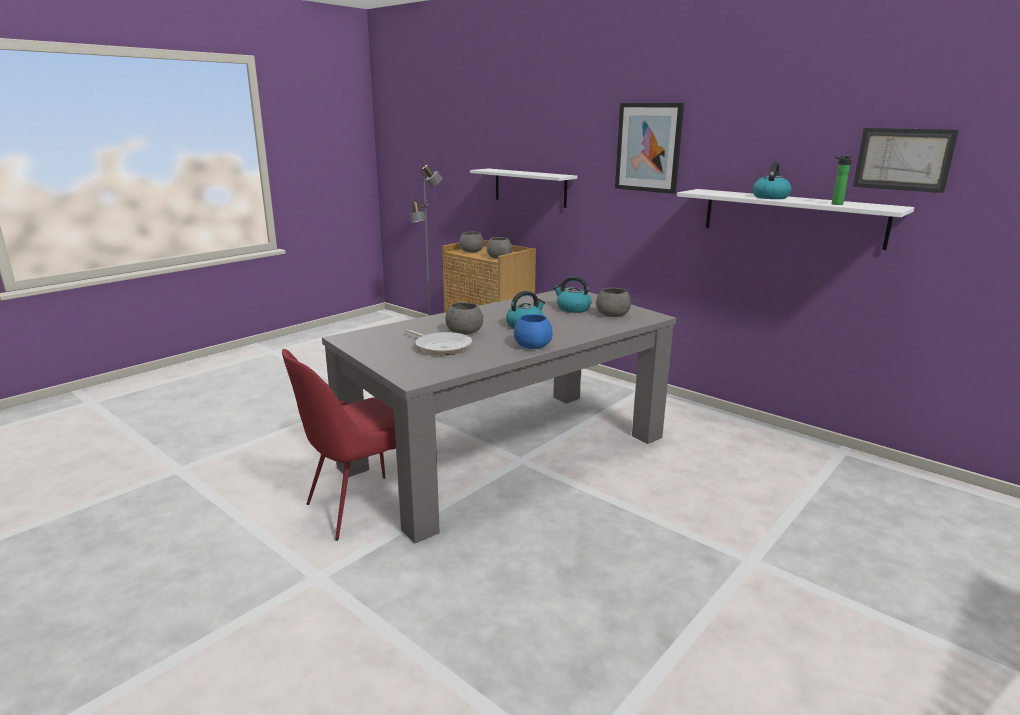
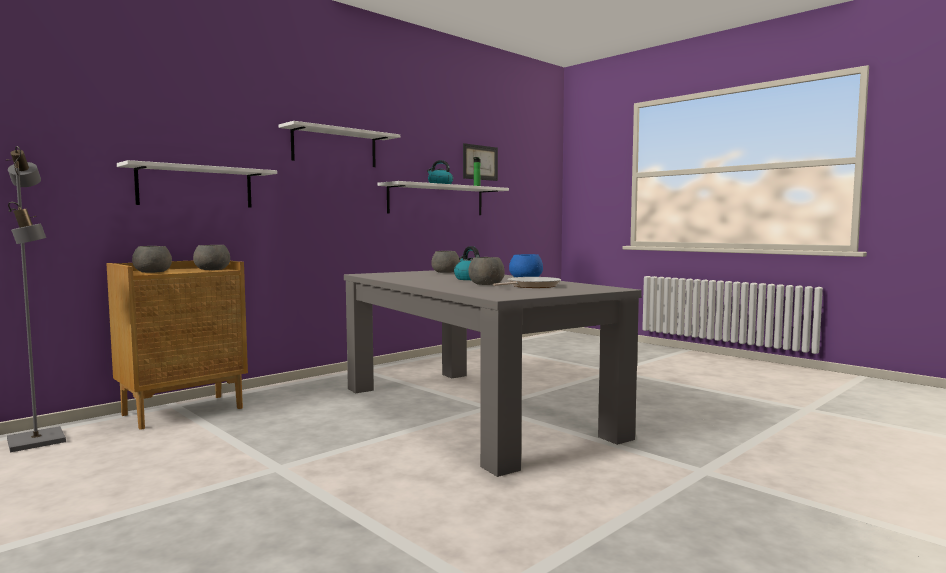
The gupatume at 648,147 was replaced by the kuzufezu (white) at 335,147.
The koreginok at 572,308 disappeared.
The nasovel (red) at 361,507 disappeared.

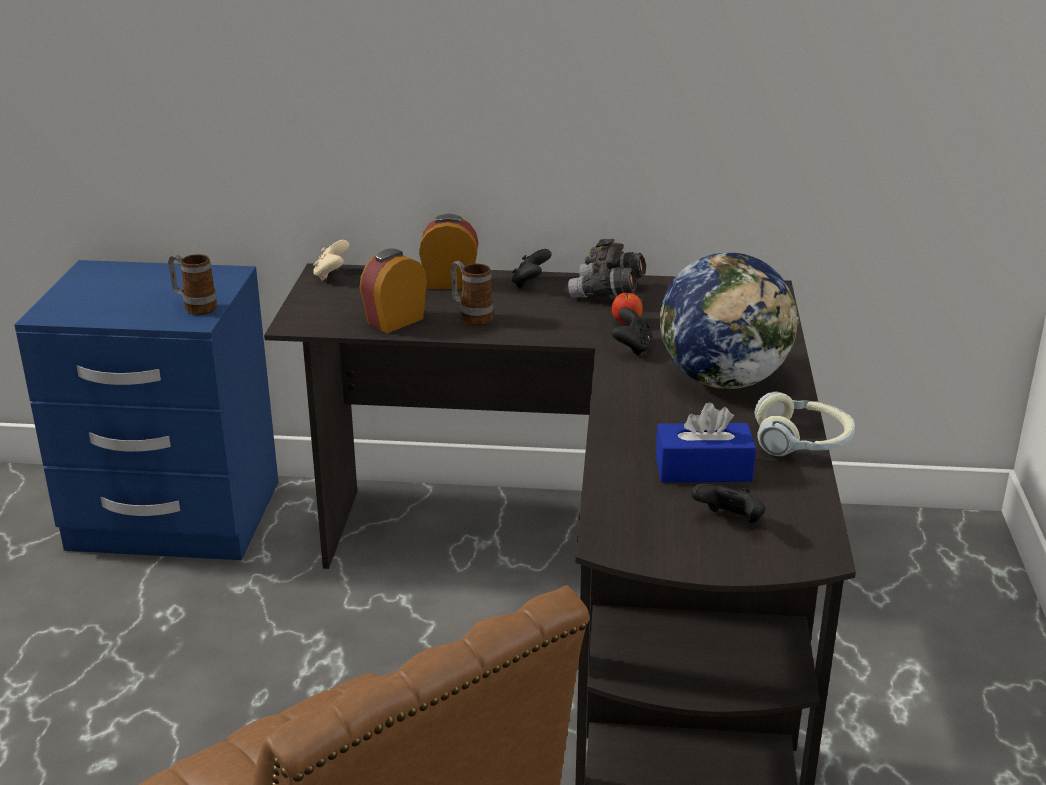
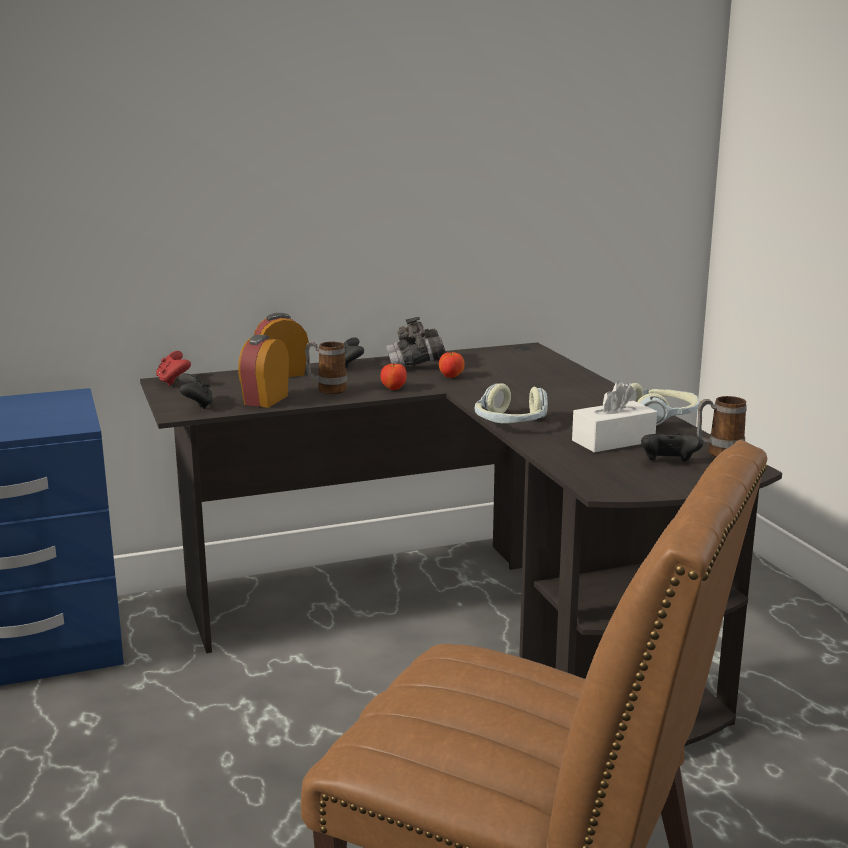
The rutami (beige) at 331,275 became the rutami (red) at 173,381.
The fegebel at 724,380 disappeared.
The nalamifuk moved from 195,307 to 718,454.
The rutami (black) moved from 632,348 to 197,405.
The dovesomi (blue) at 703,469 became the dovesomi (white) at 613,441.
The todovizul at 394,389 appeared.
The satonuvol at 510,423 appeared.

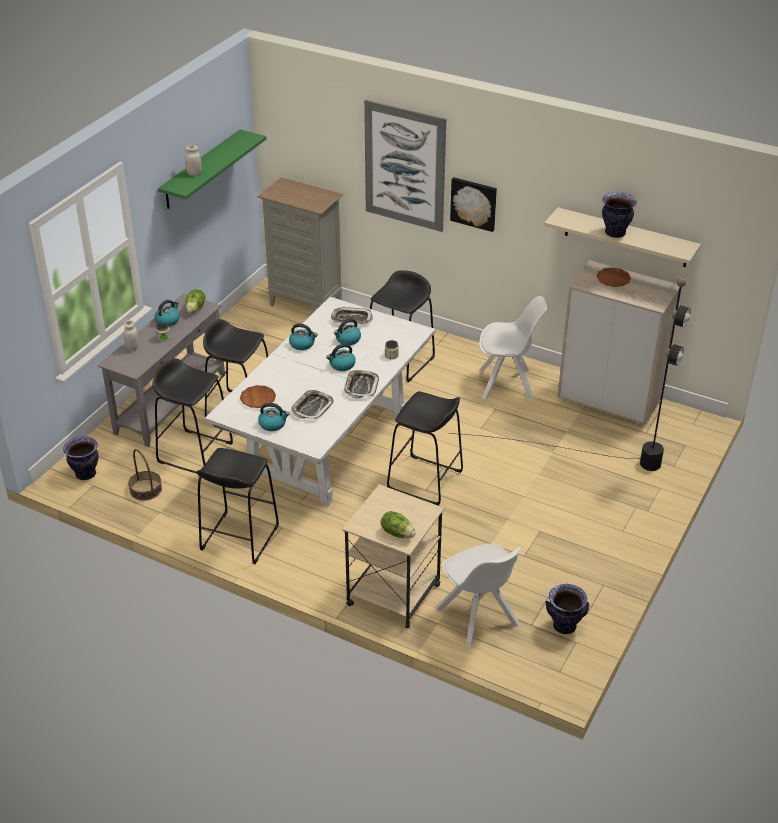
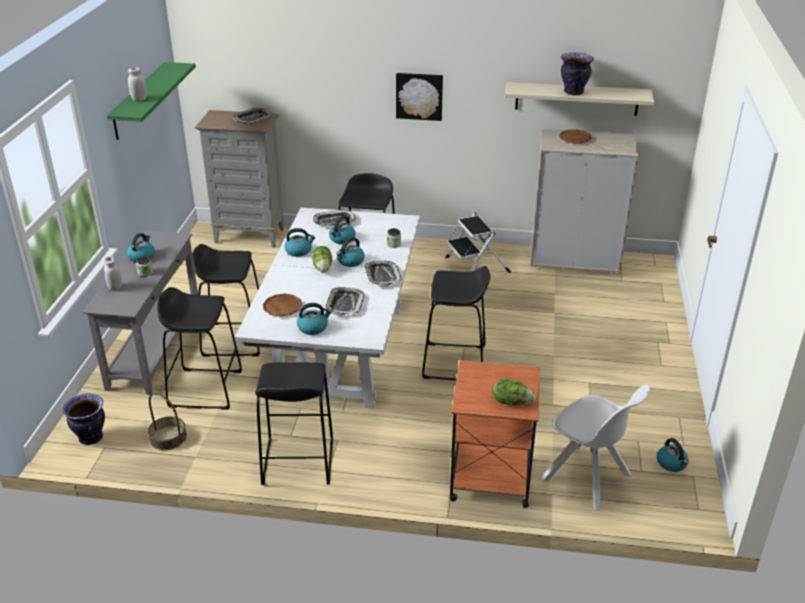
The gupatume at 404,166 disappeared.
The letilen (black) at 592,454 disappeared.
The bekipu moved from 196,308 to 323,267.
The nasovel (white) at 507,384 was replaced by the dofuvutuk at 476,266.
The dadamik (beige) at 392,593 became the dadamik (orange) at 489,477.
The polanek at 564,626 was replaced by the koreginok at 672,464.
The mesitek at 252,119 appeared.

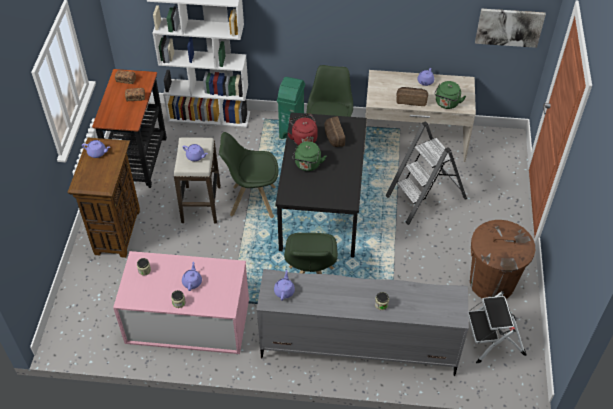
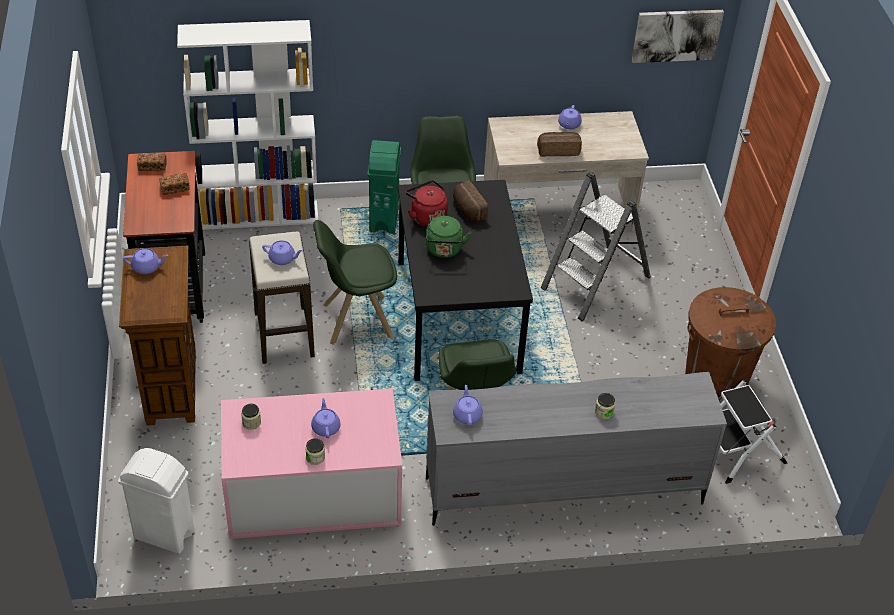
The koreginok (green) at 446,104 disappeared.
The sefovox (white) at 165,535 appeared.

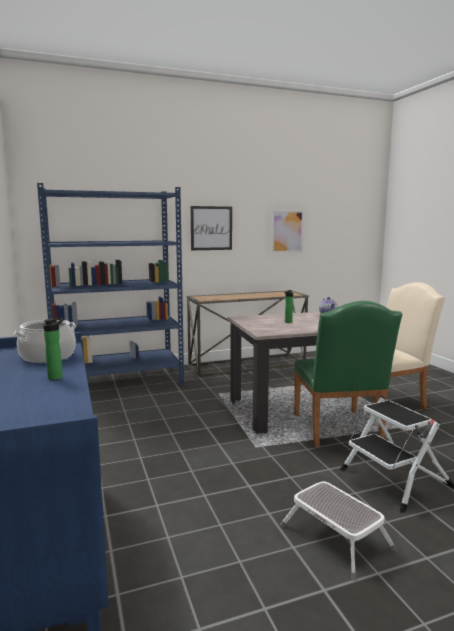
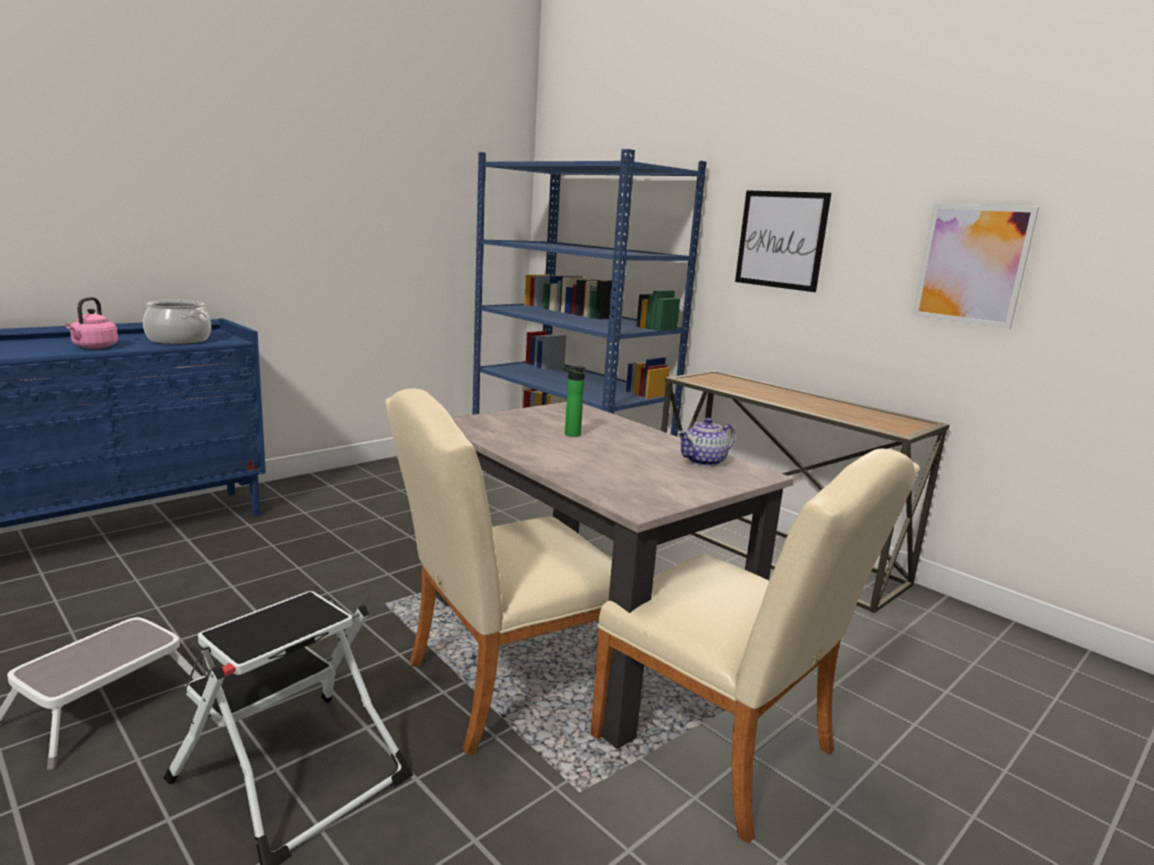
The nasovel (green) at 338,431 became the nasovel (beige) at 498,685.
The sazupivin at 57,377 was replaced by the koreginok (pink) at 94,347.

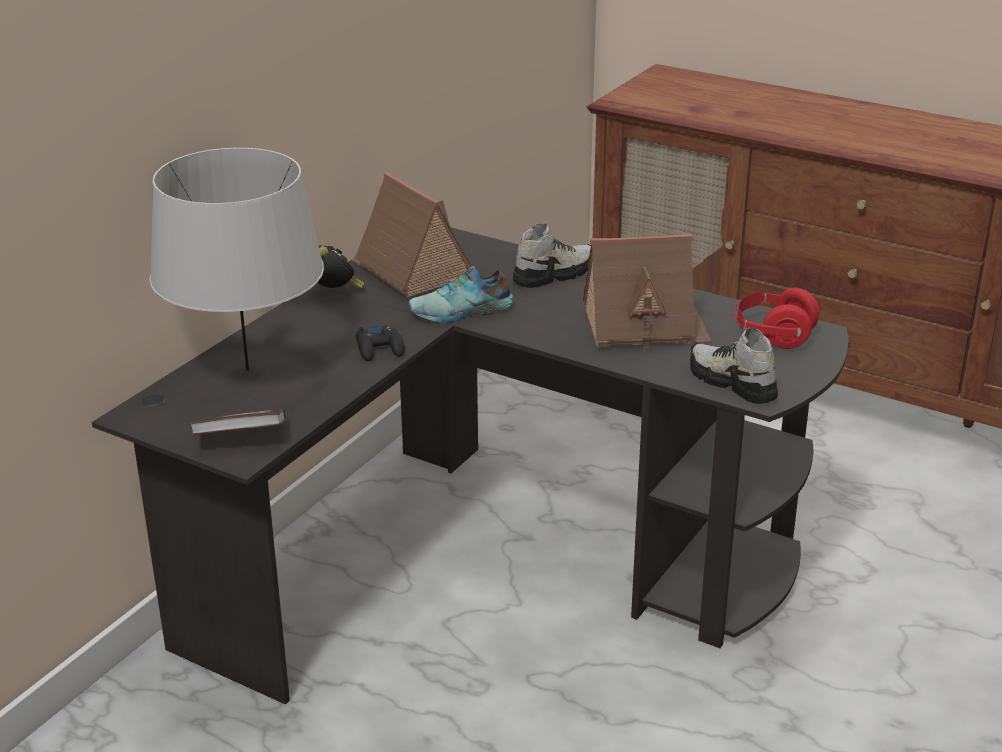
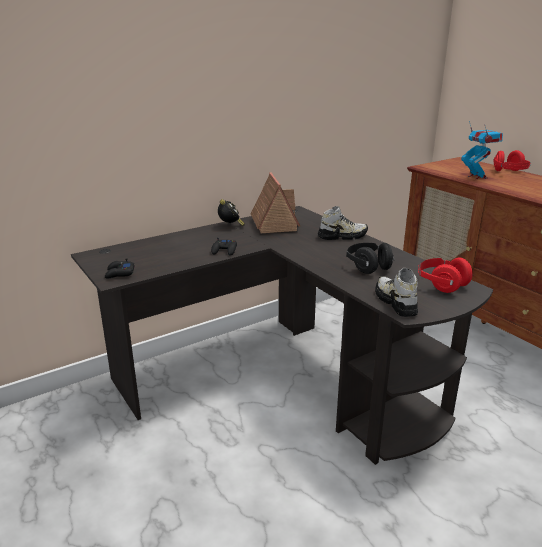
The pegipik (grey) at 246,370 disappeared.
The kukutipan at 644,327 was replaced by the satonuvol (black) at 368,267.
The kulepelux at 462,312 disappeared.
The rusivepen at 240,439 was replaced by the rutami (black) at 119,273.
The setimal at 477,177 appeared.
The satonuvol (red) at 509,172 appeared.

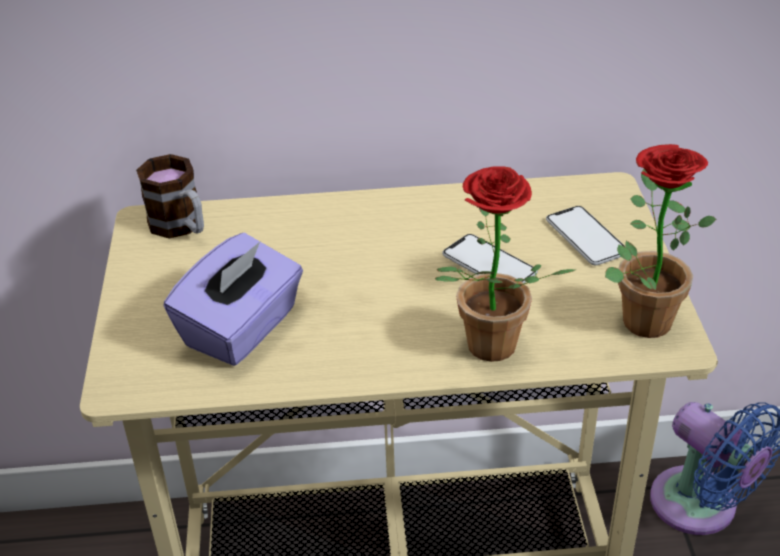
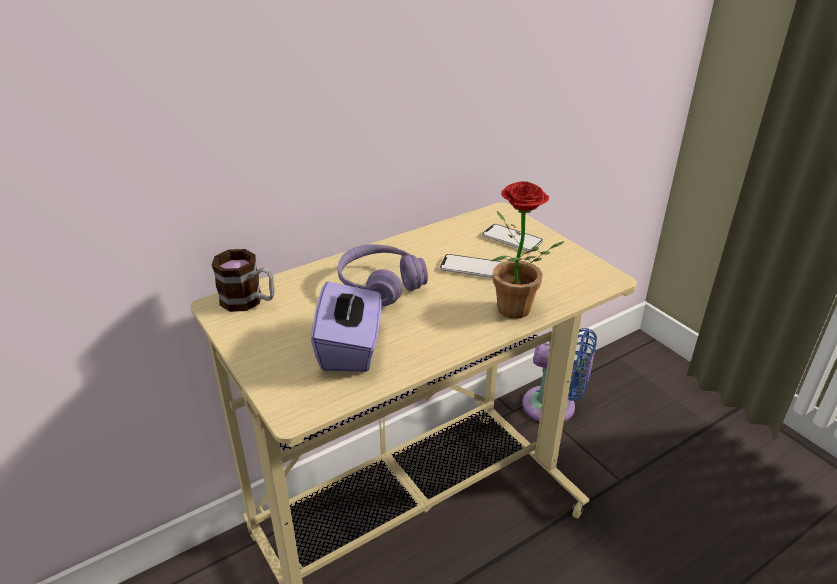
The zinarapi at 641,315 disappeared.
The satonuvol (purple) at 380,285 appeared.

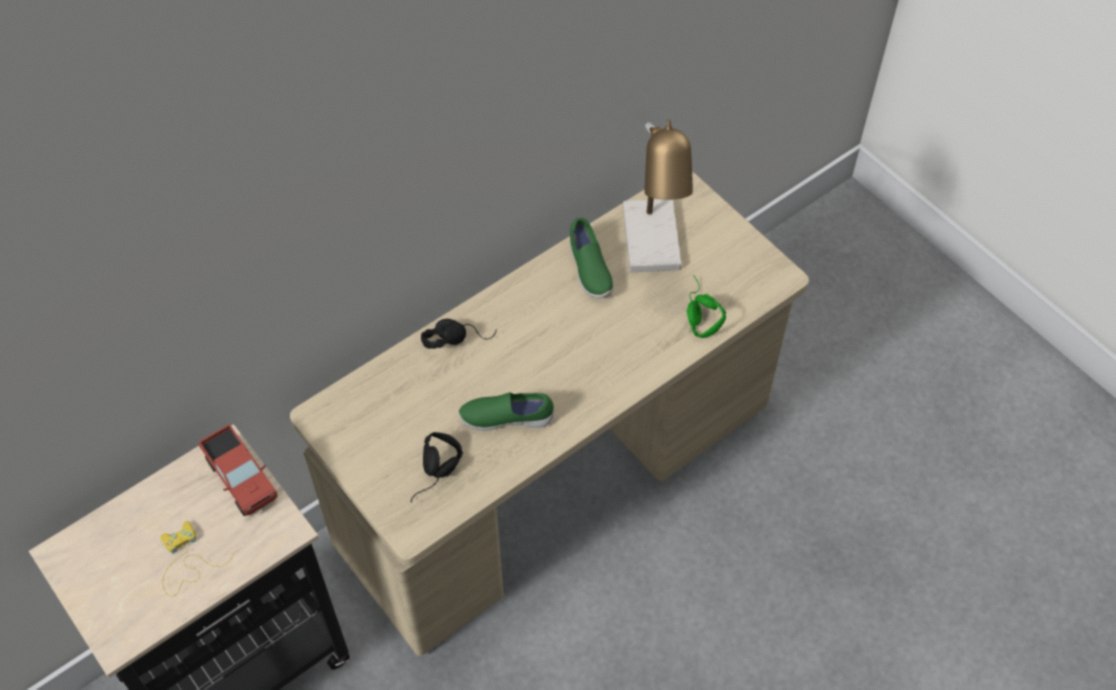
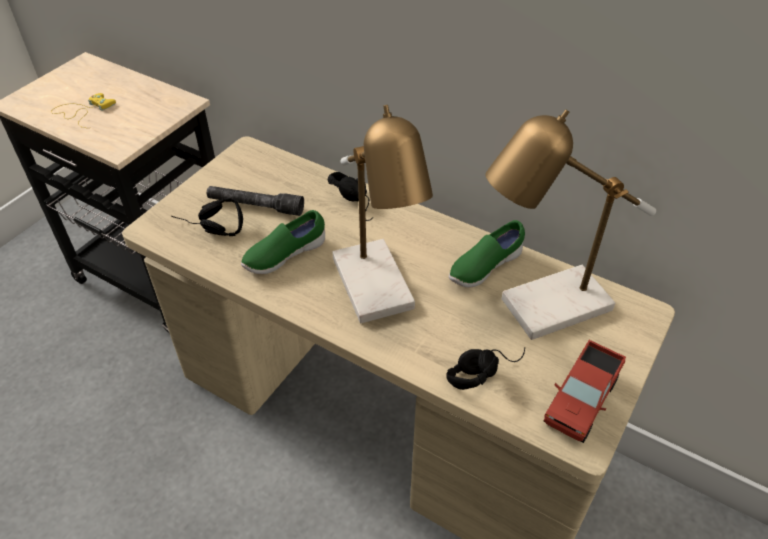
The satonuvol (green) at 696,312 became the satonuvol (black) at 483,369.
The kulepelux (green) at 506,418 turned 105 degrees counterclockwise.
The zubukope moved from 241,479 to 581,401.
The pegipik at 379,293 appeared.
The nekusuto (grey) at 255,206 appeared.

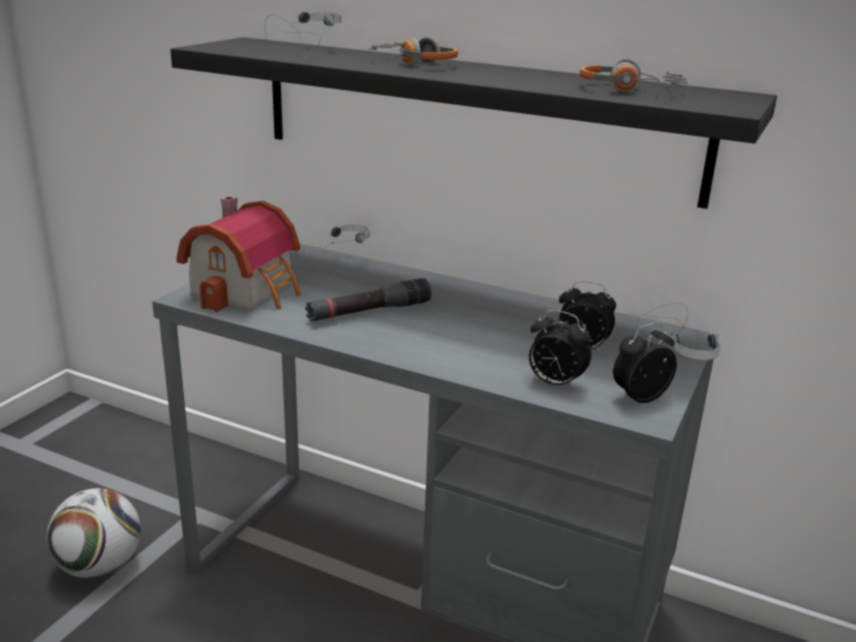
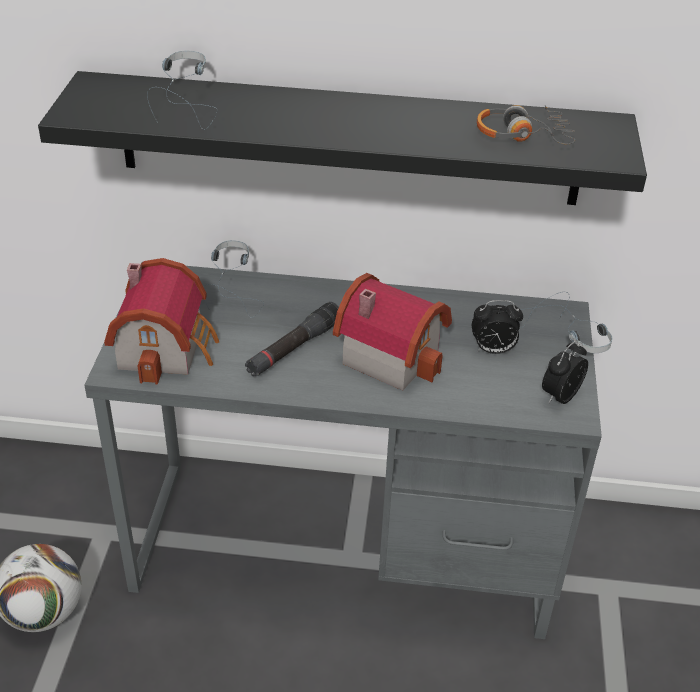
The satonuvol at 416,62 disappeared.
The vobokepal at 554,384 disappeared.
The kukutipan at 391,353 appeared.

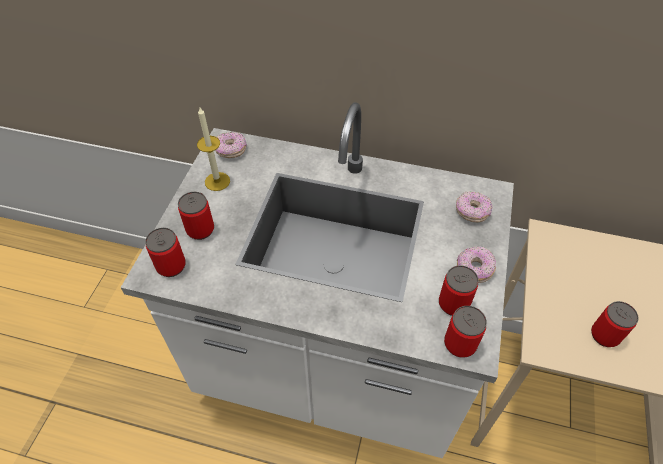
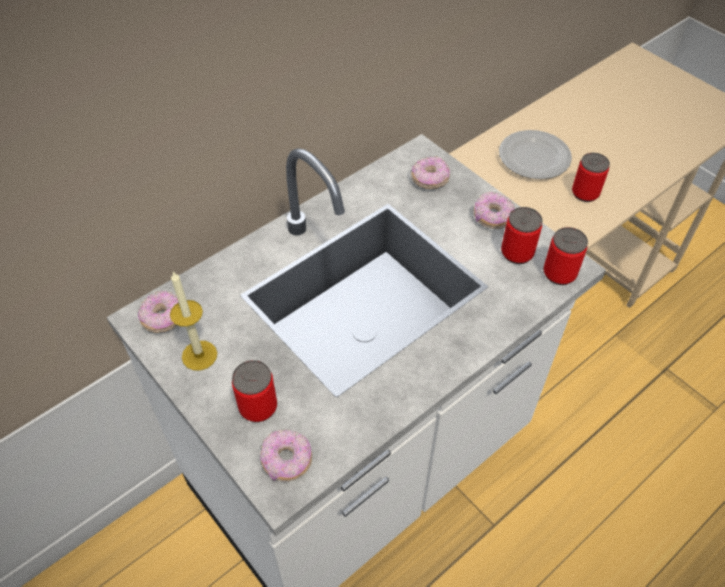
The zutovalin at 171,266 was replaced by the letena at 287,461.
The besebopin at 533,158 appeared.

